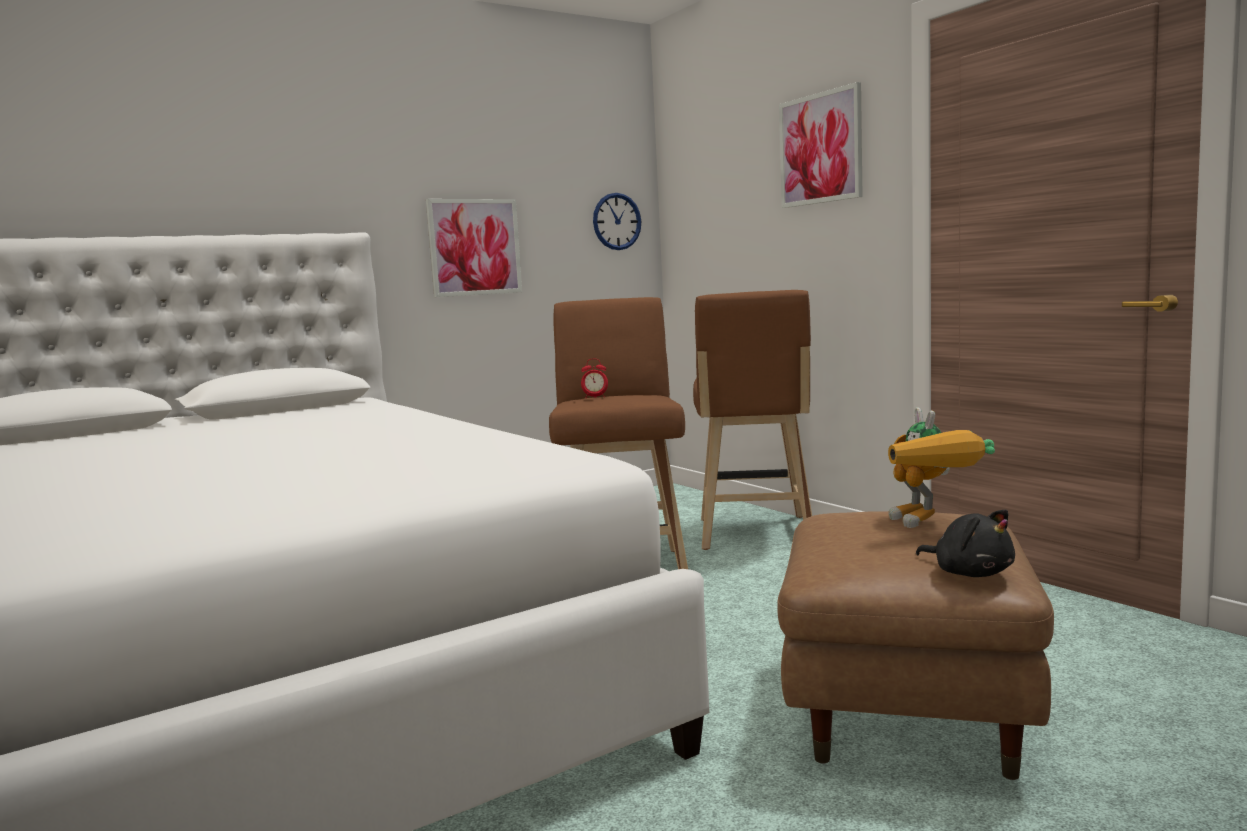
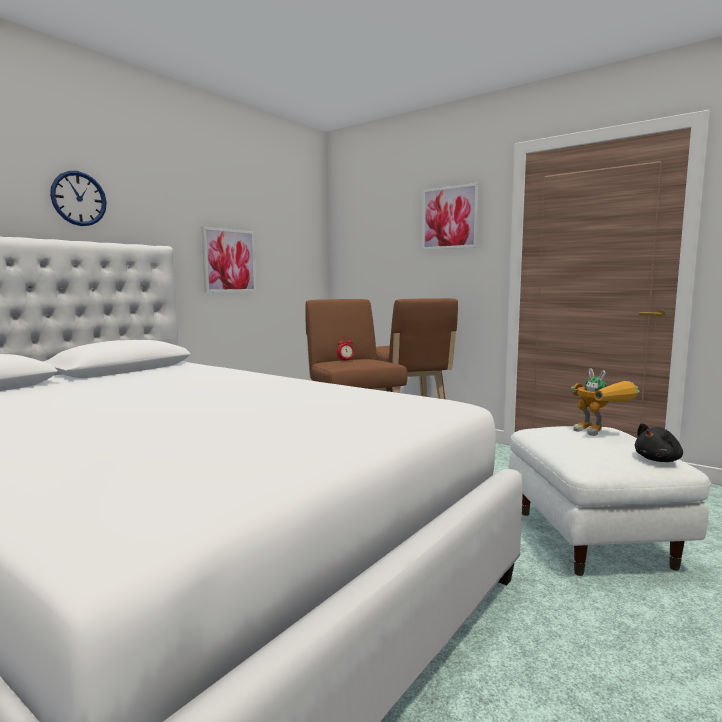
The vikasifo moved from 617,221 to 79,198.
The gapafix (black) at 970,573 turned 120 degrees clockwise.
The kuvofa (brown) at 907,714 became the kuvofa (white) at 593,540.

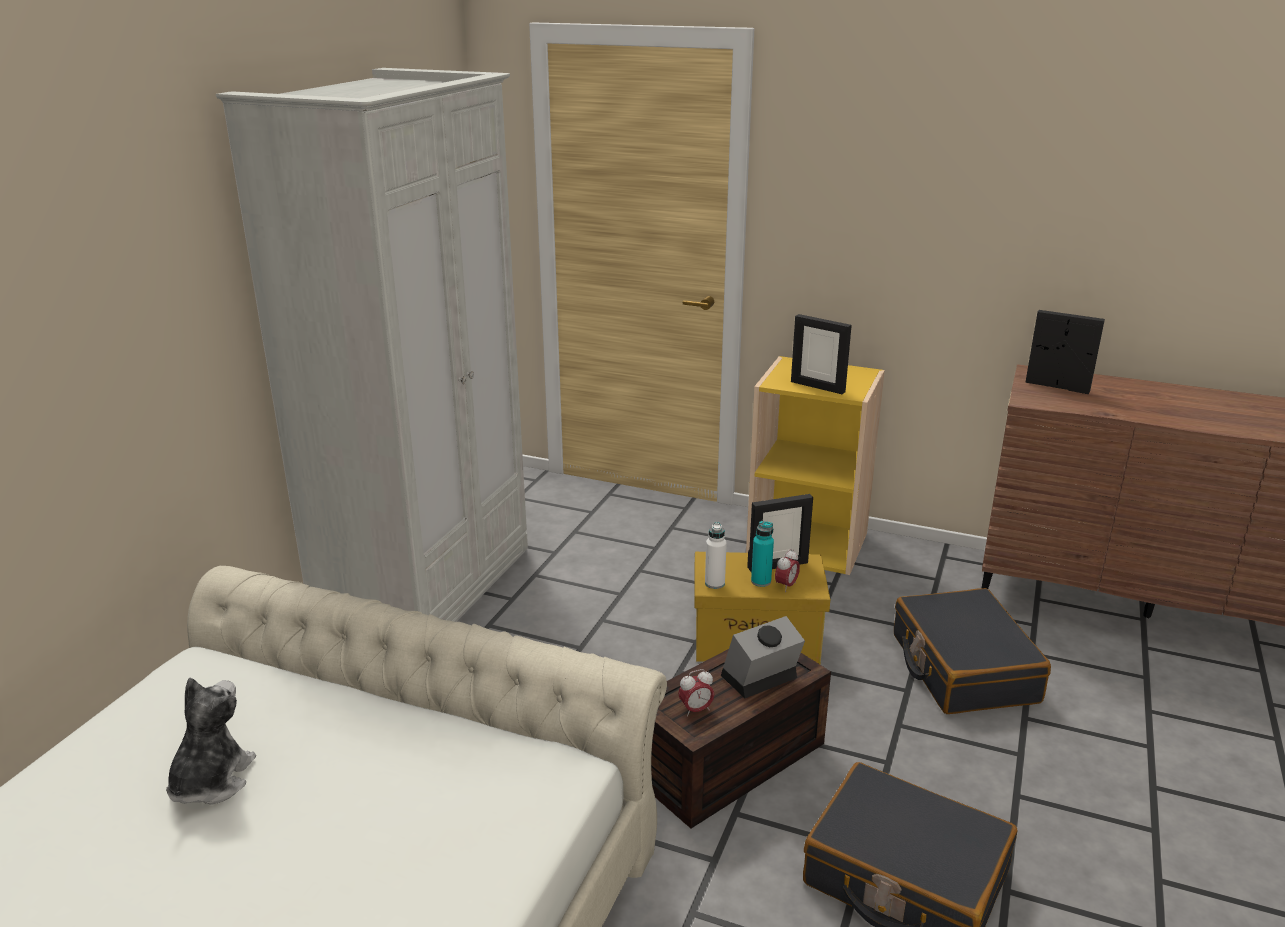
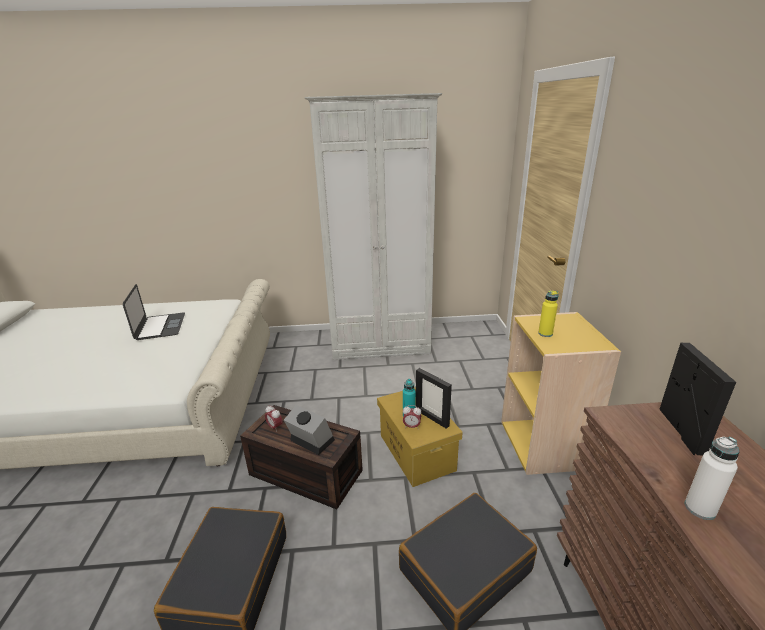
The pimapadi at 818,386 was replaced by the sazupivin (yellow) at 545,333.
The sazupivin (white) moved from 714,583 to 700,508.
The gapafix at 211,781 was replaced by the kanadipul at 160,326.

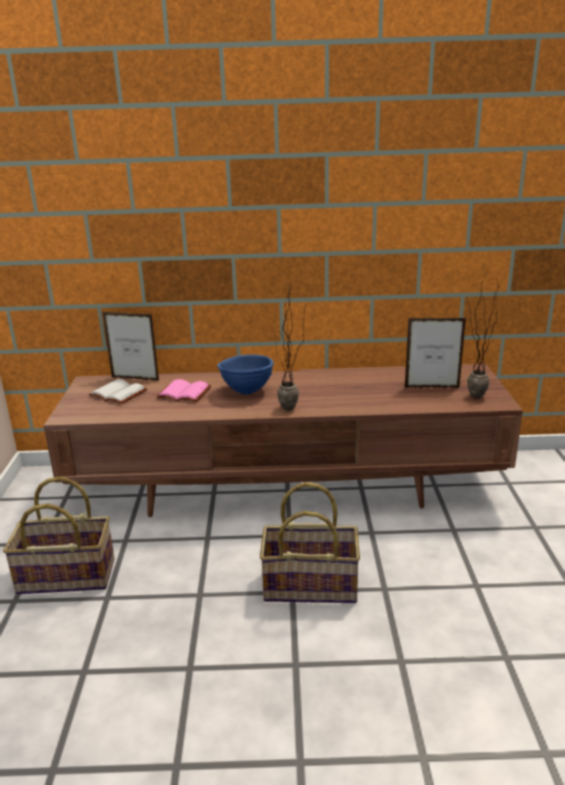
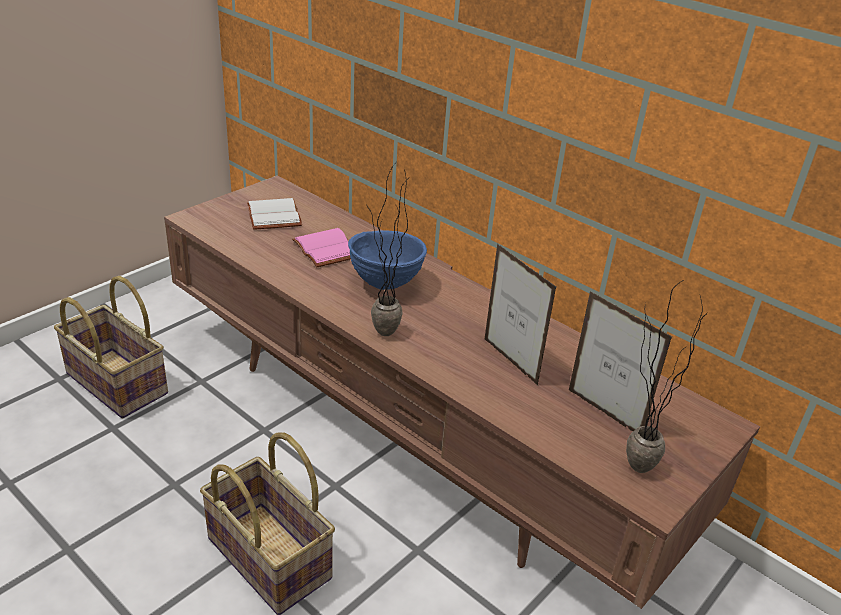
The pimapadi moved from 135,379 to 510,361.

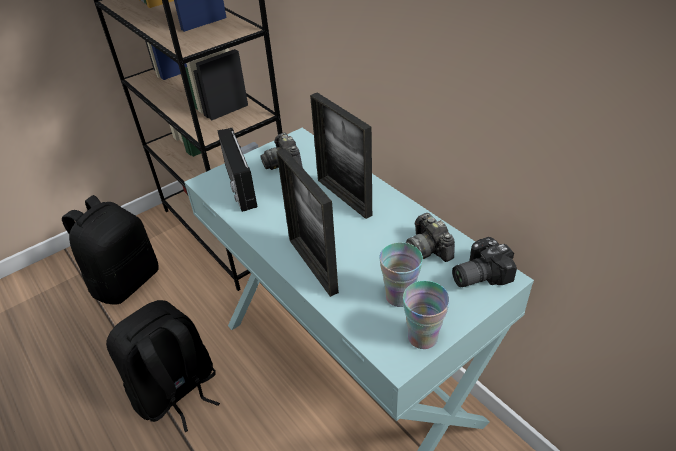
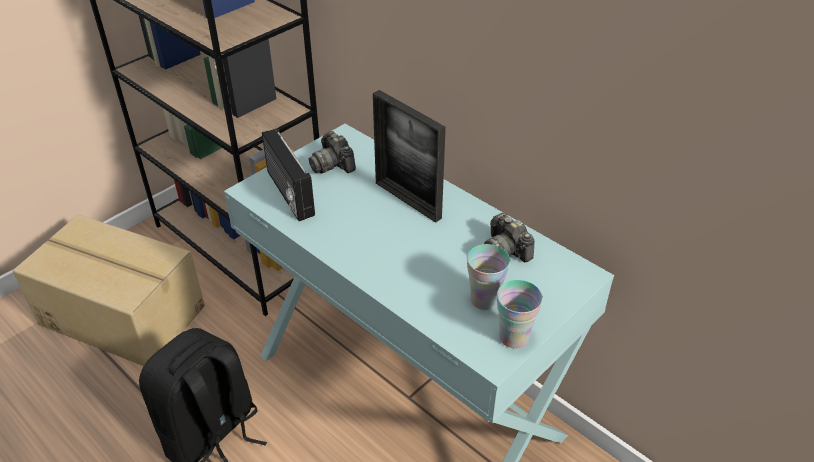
The pimapadi at 312,265 disappeared.
The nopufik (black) at 126,281 was replaced by the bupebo at 123,314.
The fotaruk at 477,274 disappeared.

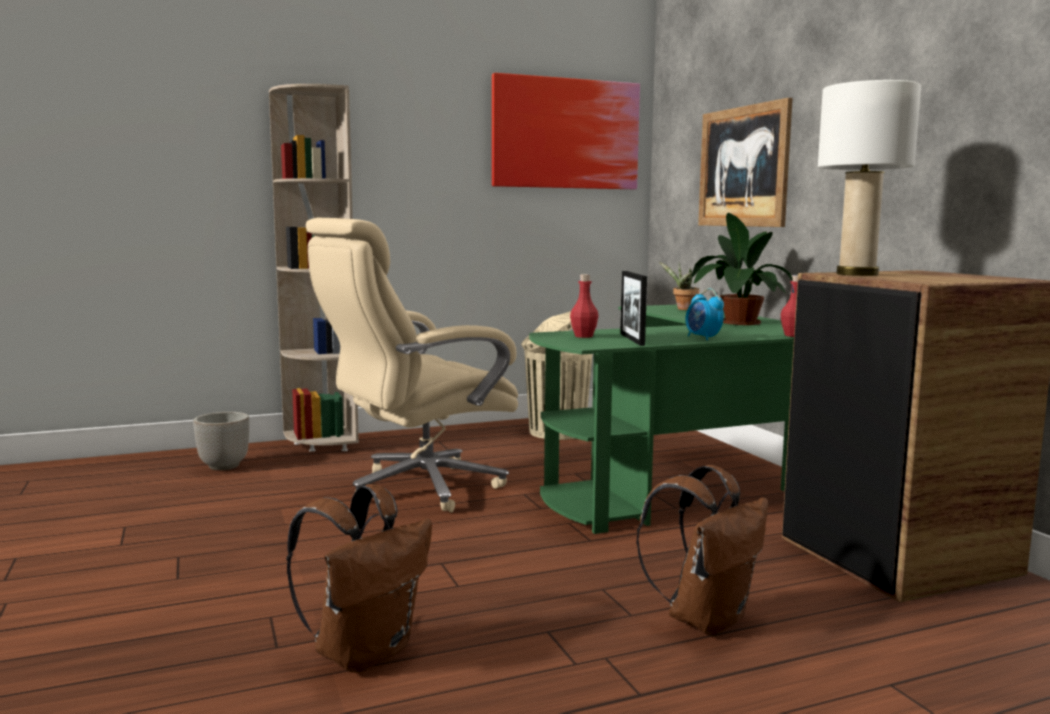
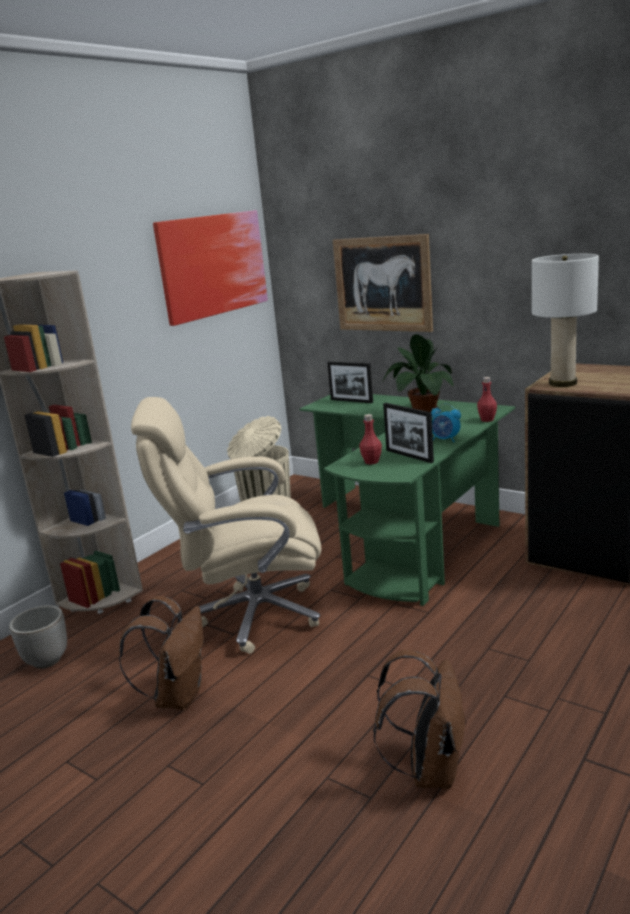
The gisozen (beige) at 418,490 turned 60 degrees clockwise.
The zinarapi at 682,309 was replaced by the pimapadi at 351,401.
The nopufik (brown) moved from 705,618 to 178,695.

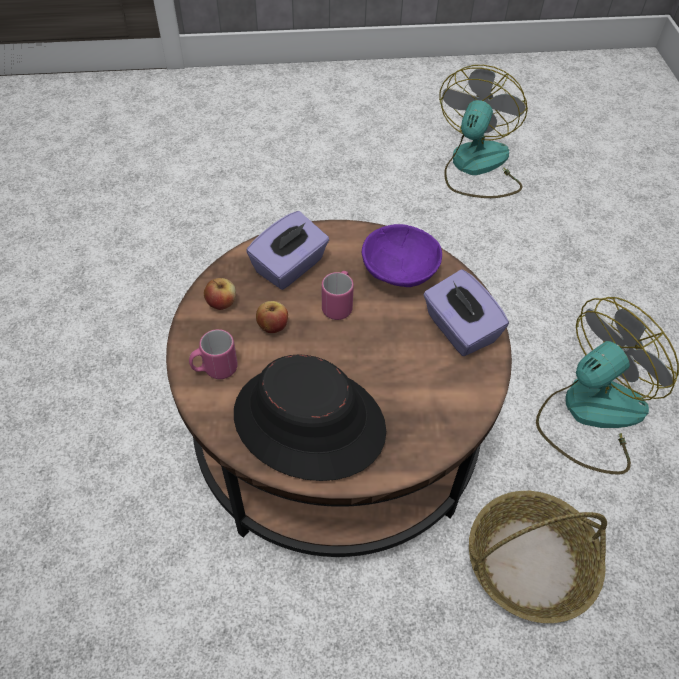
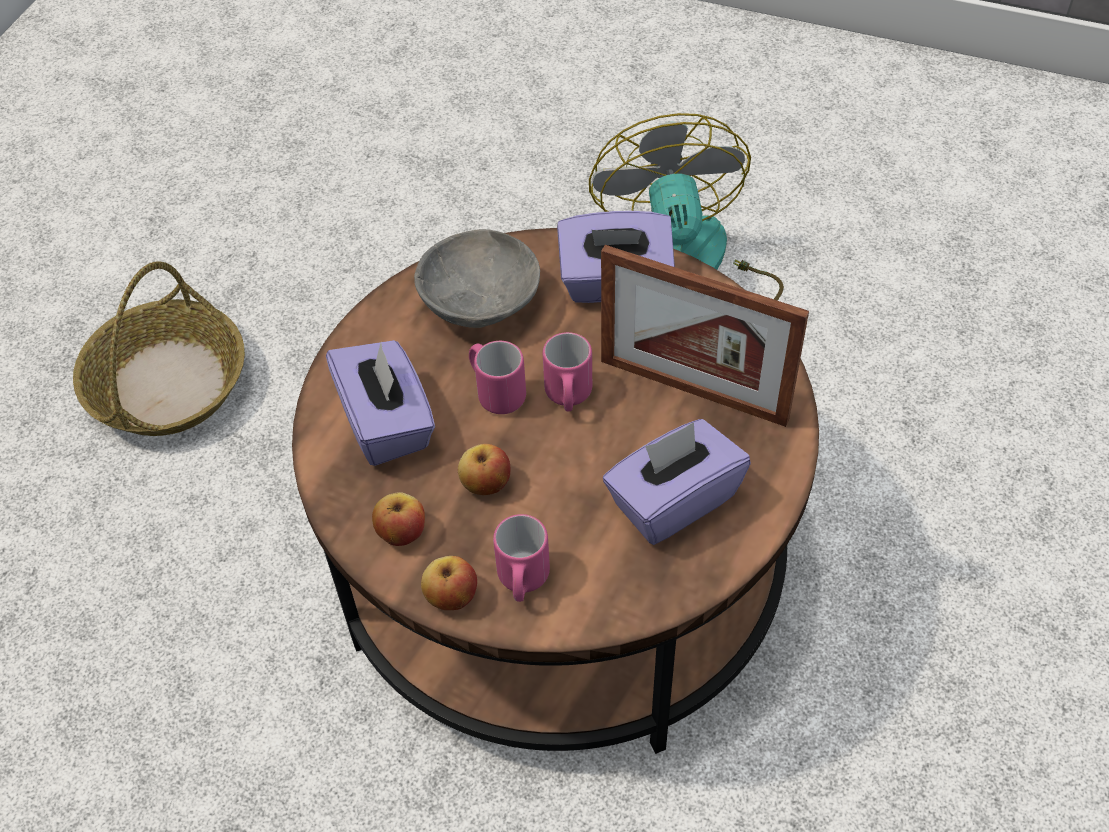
The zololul at 476,167 disappeared.
The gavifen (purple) at 399,273 became the gavifen (grey) at 482,304.
The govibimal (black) at 308,422 was replaced by the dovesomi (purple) at 673,500.
The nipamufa moved from 530,562 to 168,384.
The pimapadi at 693,390 appeared.
The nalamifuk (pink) at 568,397 appeared.
The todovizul at 451,596 appeared.

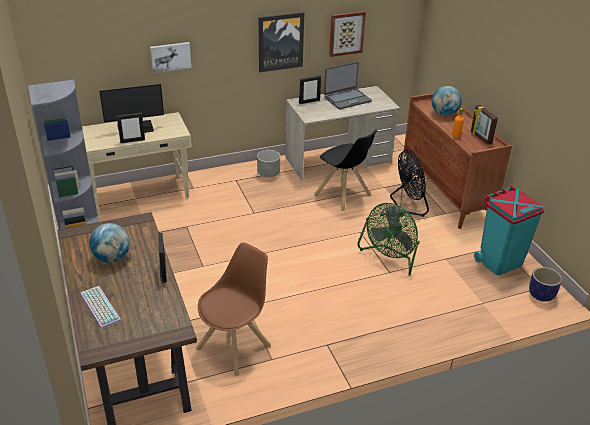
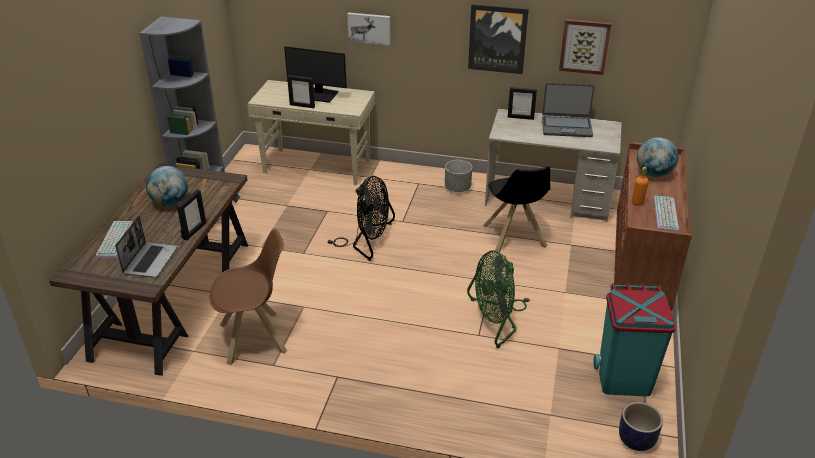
The pimapadi at 480,138 was replaced by the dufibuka at 666,215.
The zololul (black) moved from 403,204 to 367,240.
The kanadipul at 150,260 appeared.

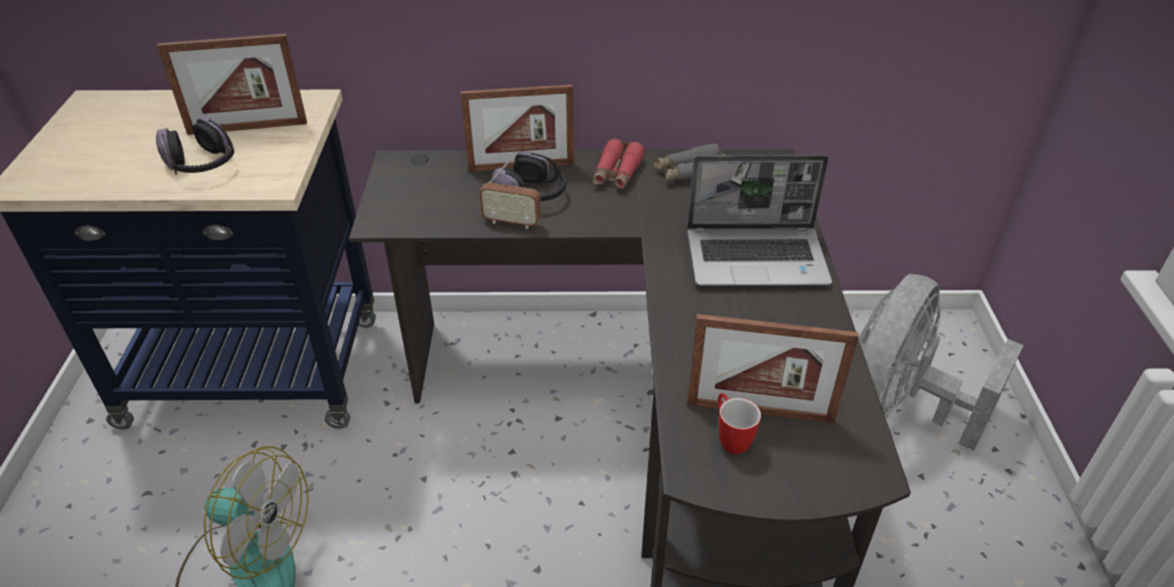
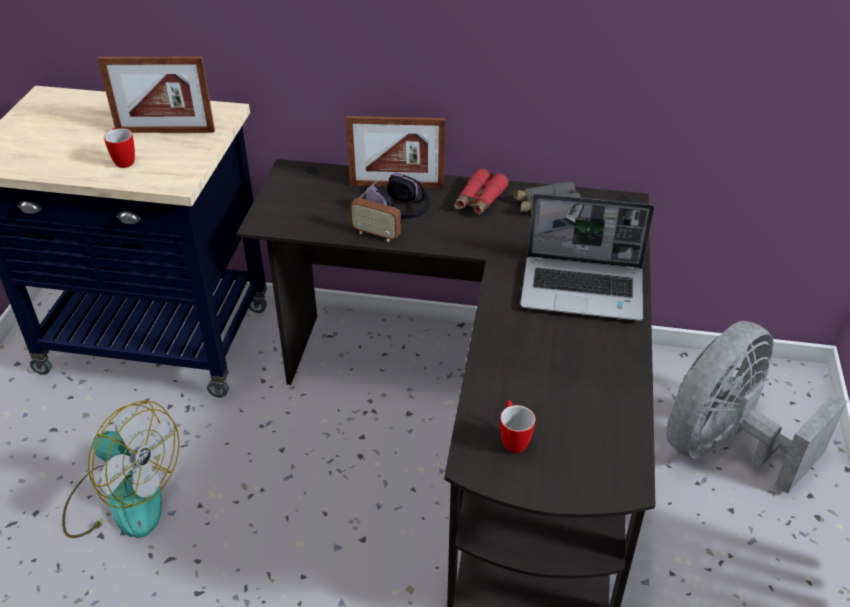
The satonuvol at 203,165 was replaced by the nalamifuk at 123,160.
The pimapadi at 760,411 disappeared.

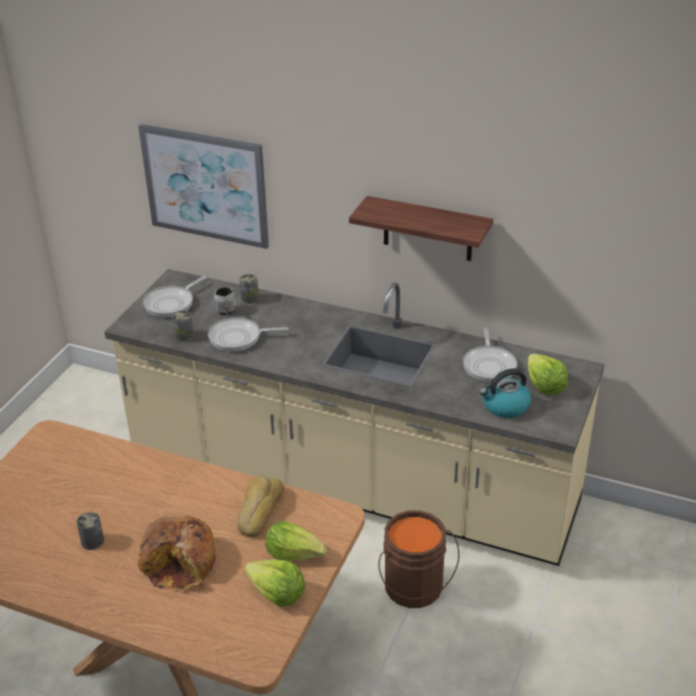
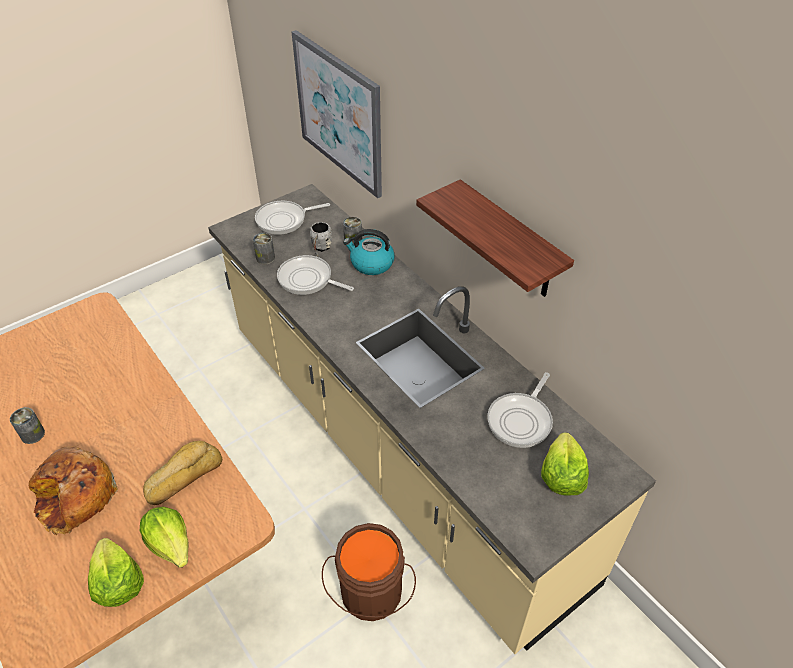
The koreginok moved from 505,406 to 371,263.

